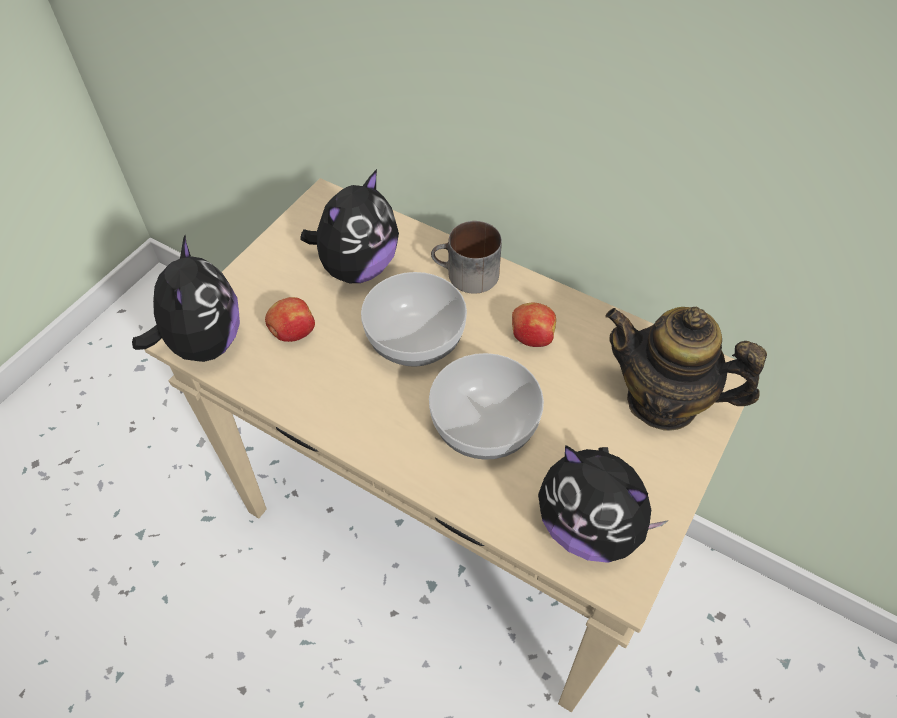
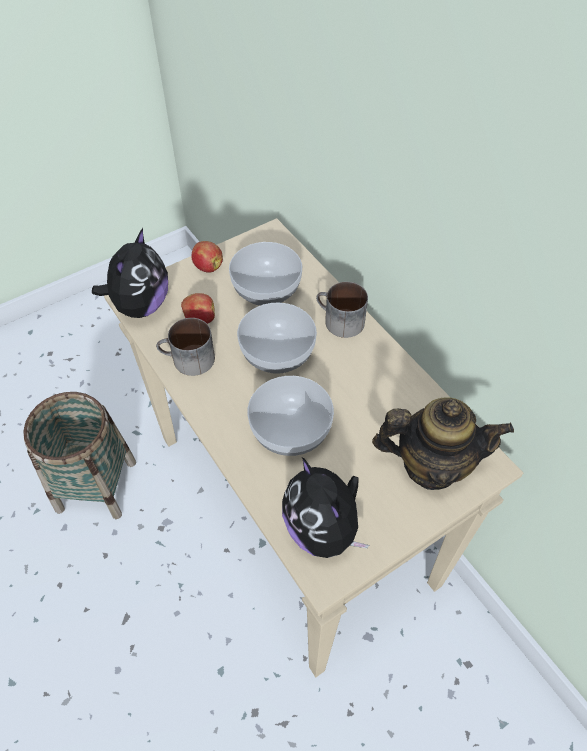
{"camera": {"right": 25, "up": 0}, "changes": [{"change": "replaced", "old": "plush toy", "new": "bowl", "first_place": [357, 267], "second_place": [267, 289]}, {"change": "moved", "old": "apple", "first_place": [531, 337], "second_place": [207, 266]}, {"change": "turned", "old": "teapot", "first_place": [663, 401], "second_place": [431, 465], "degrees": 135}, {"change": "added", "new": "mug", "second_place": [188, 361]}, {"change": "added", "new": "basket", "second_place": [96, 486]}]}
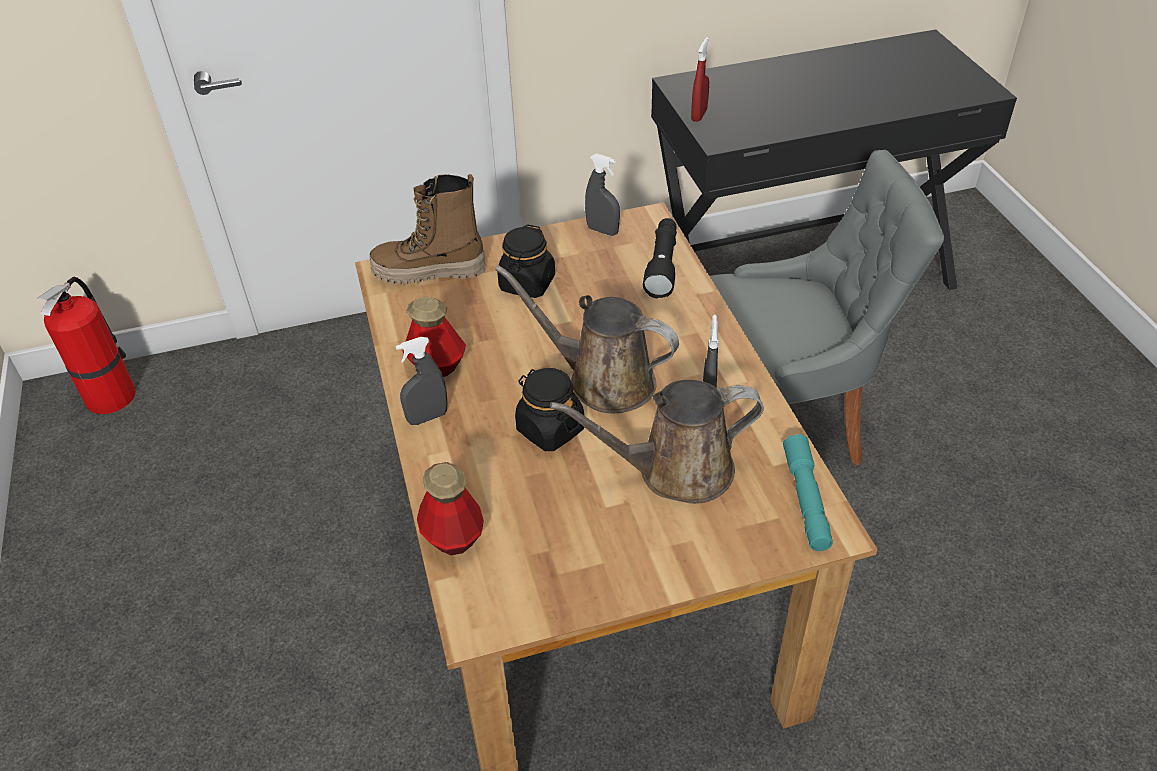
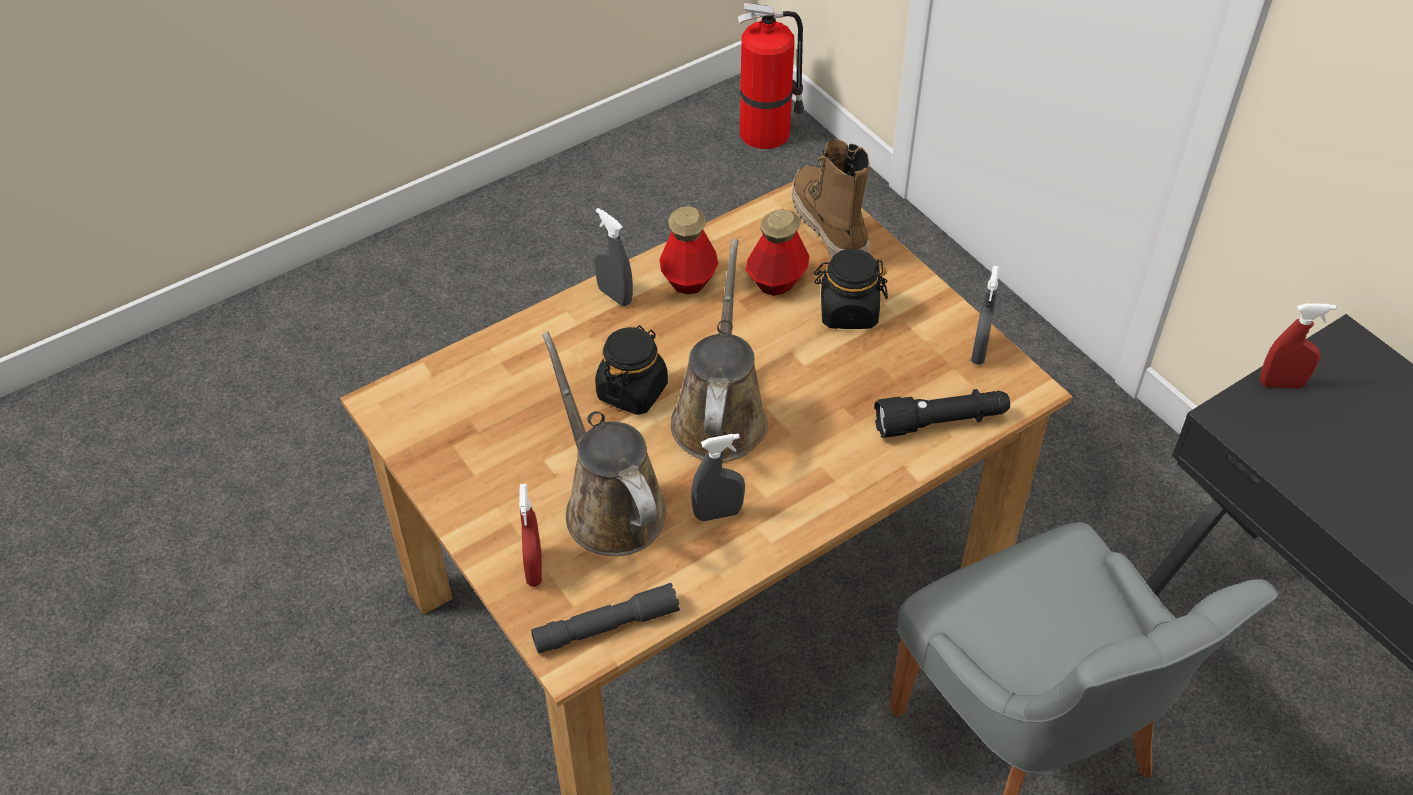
{"camera": {"right": 70, "up": 5}, "changes": [{"change": "recoloured", "old": "turquoise flashlight", "new": "grey flashlight", "first_place": [806, 499], "second_place": [606, 626]}, {"change": "moved", "old": "bottle", "first_place": [453, 537], "second_place": [776, 281]}, {"change": "added", "new": "red spray bottle", "second_place": [534, 569]}]}
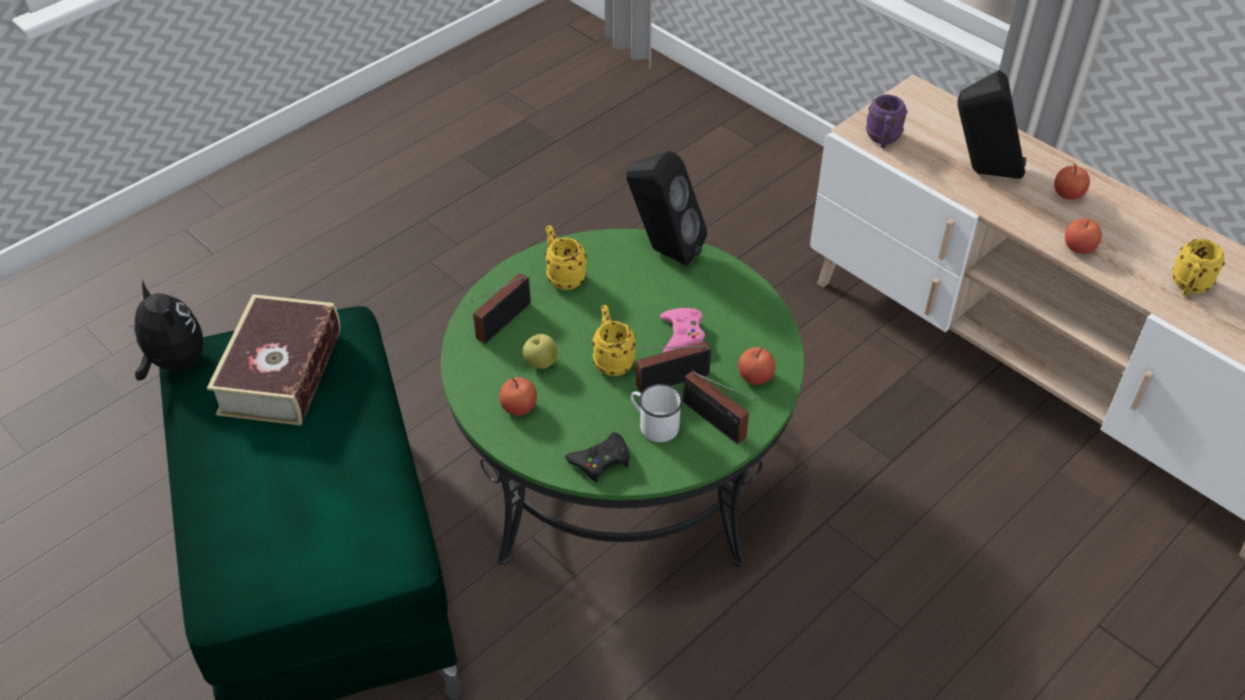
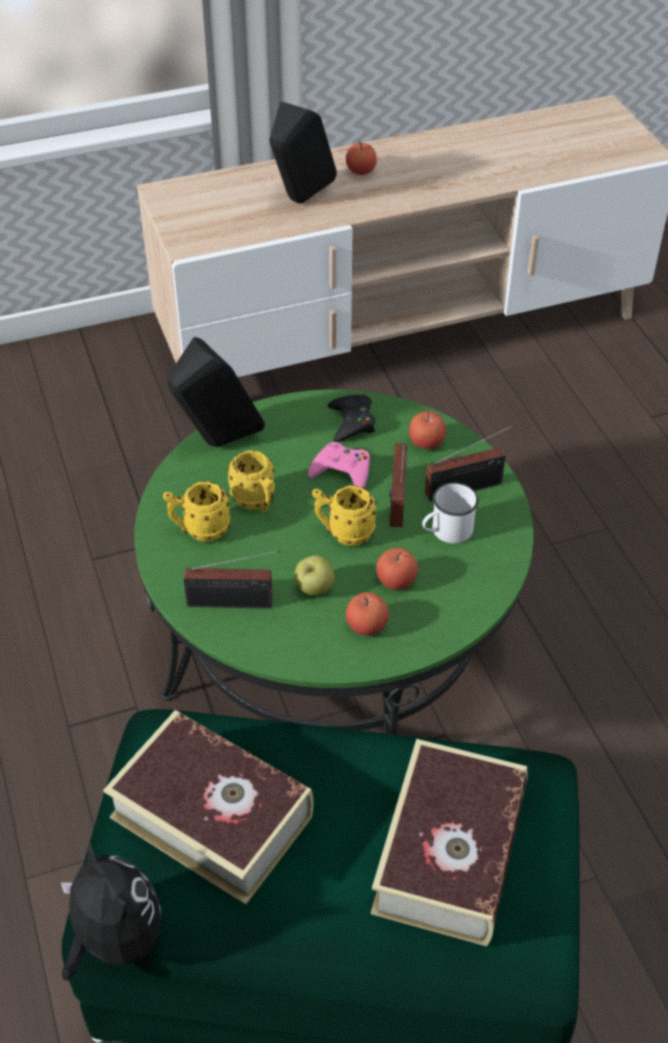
{"camera": {"right": -65, "up": 0}, "changes": [{"change": "removed", "old": "purple mug", "first_place": [883, 140]}, {"change": "moved", "old": "apple", "first_place": [1079, 247], "second_place": [396, 581]}, {"change": "moved", "old": "yellow mug", "first_place": [1188, 287], "second_place": [257, 503]}, {"change": "turned", "old": "radio", "first_place": [500, 323], "second_place": [235, 603], "degrees": -60}, {"change": "turned", "old": "plush toy", "first_place": [174, 363], "second_place": [114, 938], "degrees": 75}, {"change": "moved", "old": "black game controller", "first_place": [600, 460], "second_place": [351, 422]}, {"change": "added", "new": "book", "second_place": [449, 852]}]}
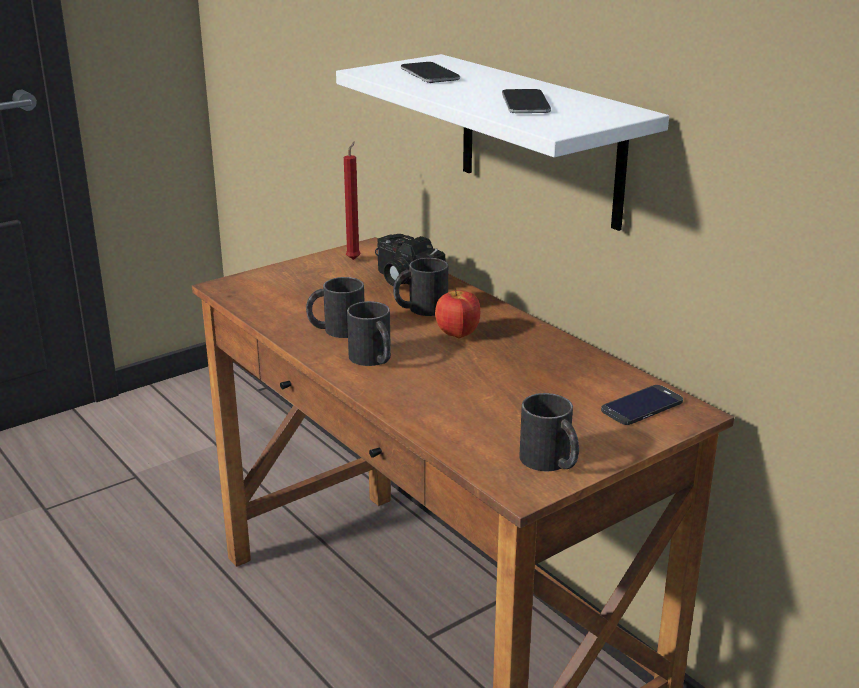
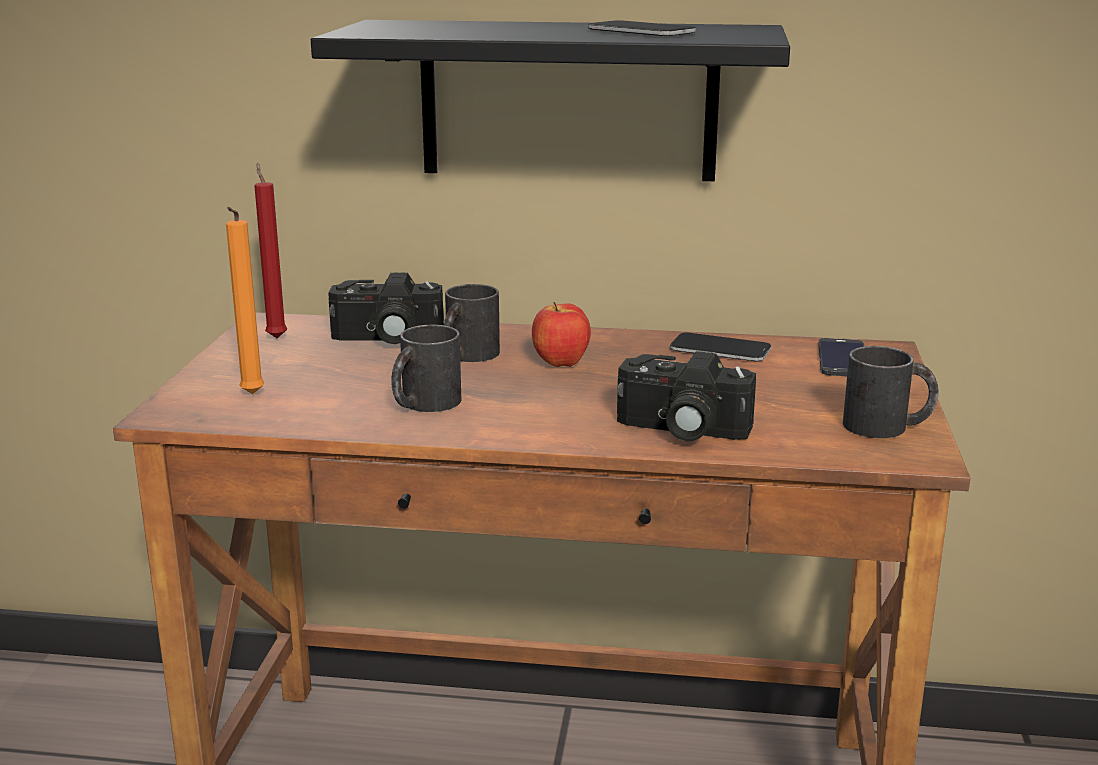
{"camera": {"right": -45, "up": -5}, "changes": [{"change": "recoloured", "old": "white shelf", "new": "black shelf", "first_place": [540, 140], "second_place": [568, 100]}, {"change": "moved", "old": "phone", "first_place": [429, 74], "second_place": [720, 350]}, {"change": "removed", "old": "black mug", "first_place": [374, 359]}, {"change": "added", "new": "orange candle", "second_place": [251, 395]}, {"change": "added", "new": "photo camera", "second_place": [680, 430]}]}
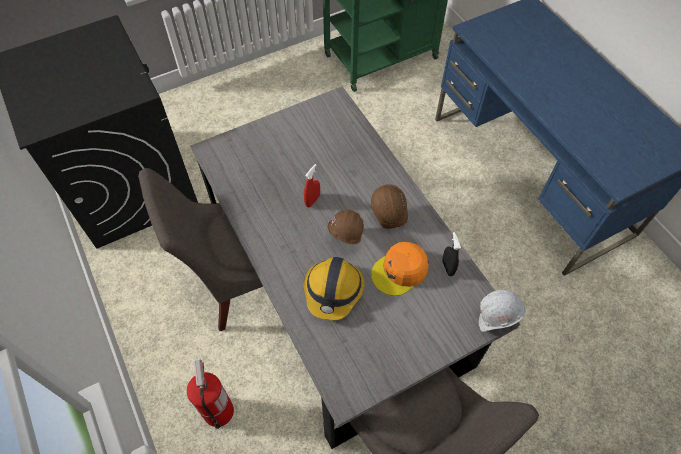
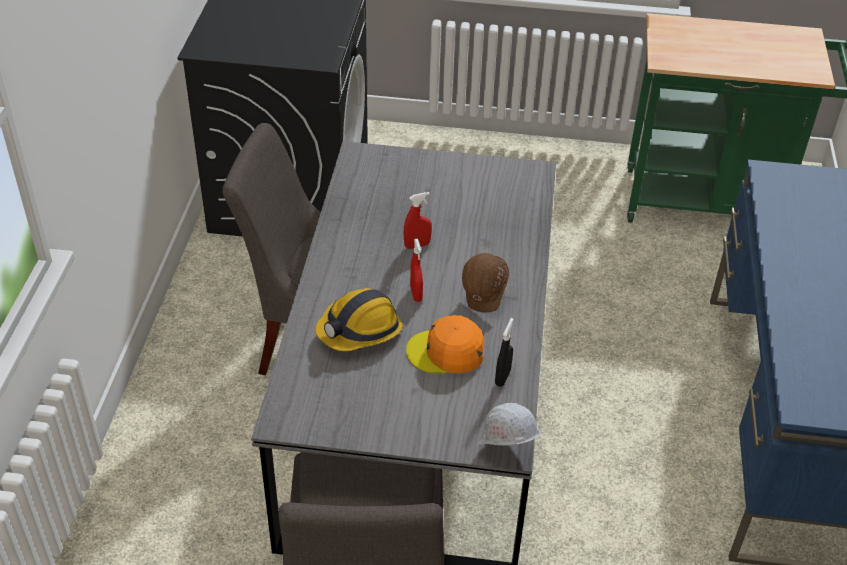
{"camera": {"right": 35, "up": -15}, "changes": [{"change": "replaced", "old": "brown hard hat", "new": "red spray bottle", "first_place": [344, 239], "second_place": [416, 294]}, {"change": "removed", "old": "fire extinguisher", "first_place": [218, 411]}]}
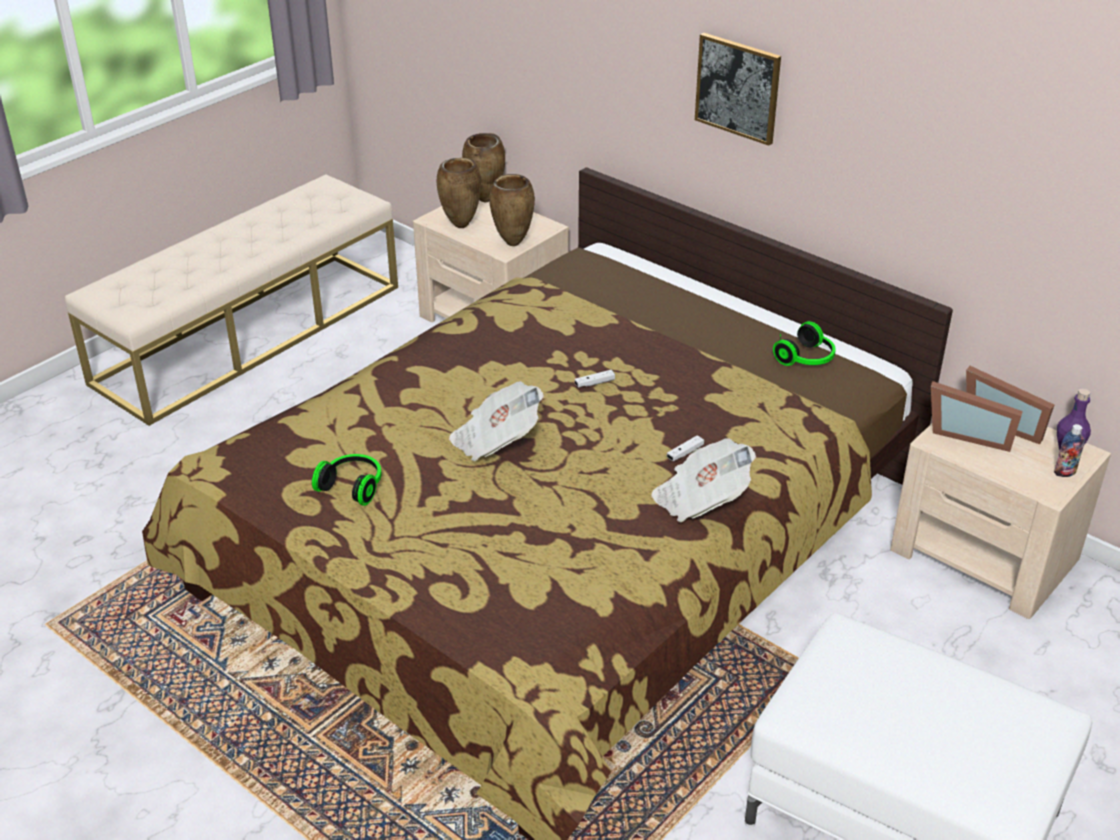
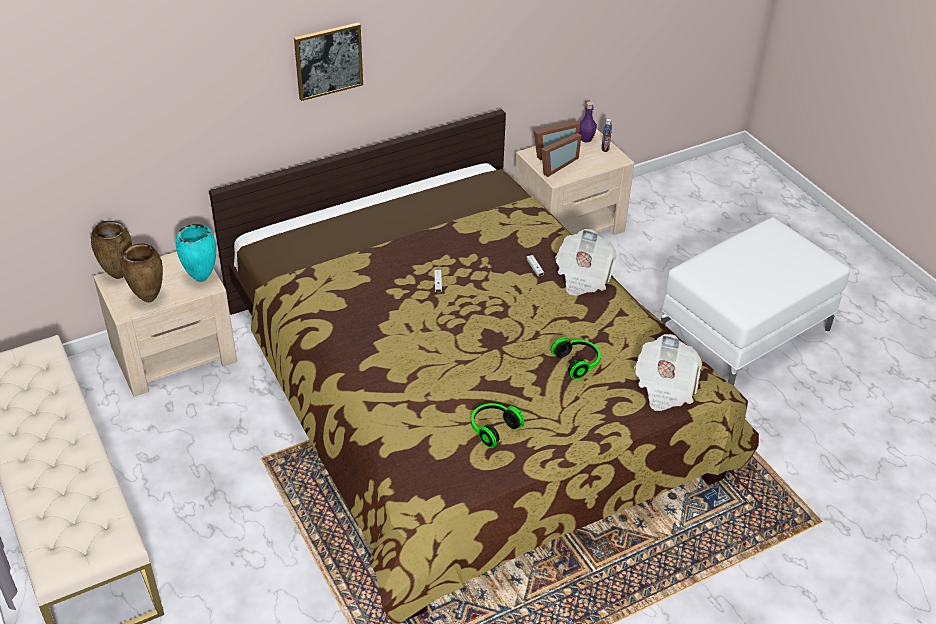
{"camera": {"right": -70, "up": 5}, "changes": [{"change": "recoloured", "old": "brown vase", "new": "turquoise vase", "first_place": [512, 243], "second_place": [201, 279]}, {"change": "moved", "old": "headphones", "first_place": [807, 359], "second_place": [578, 363]}, {"change": "moved", "old": "newspaper", "first_place": [496, 440], "second_place": [665, 387]}]}
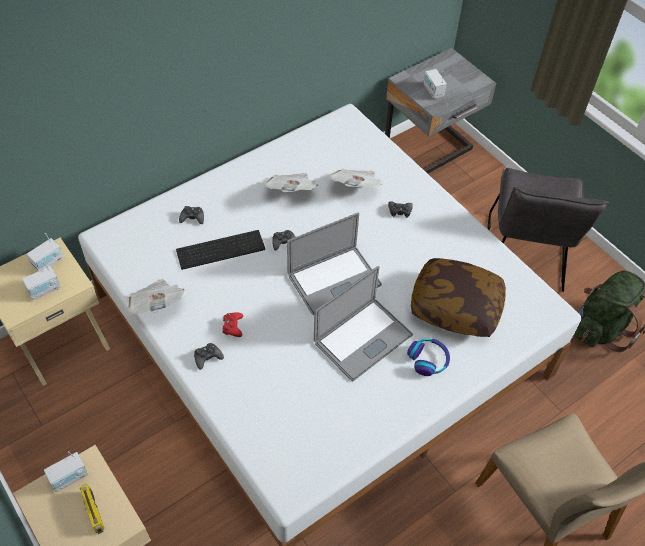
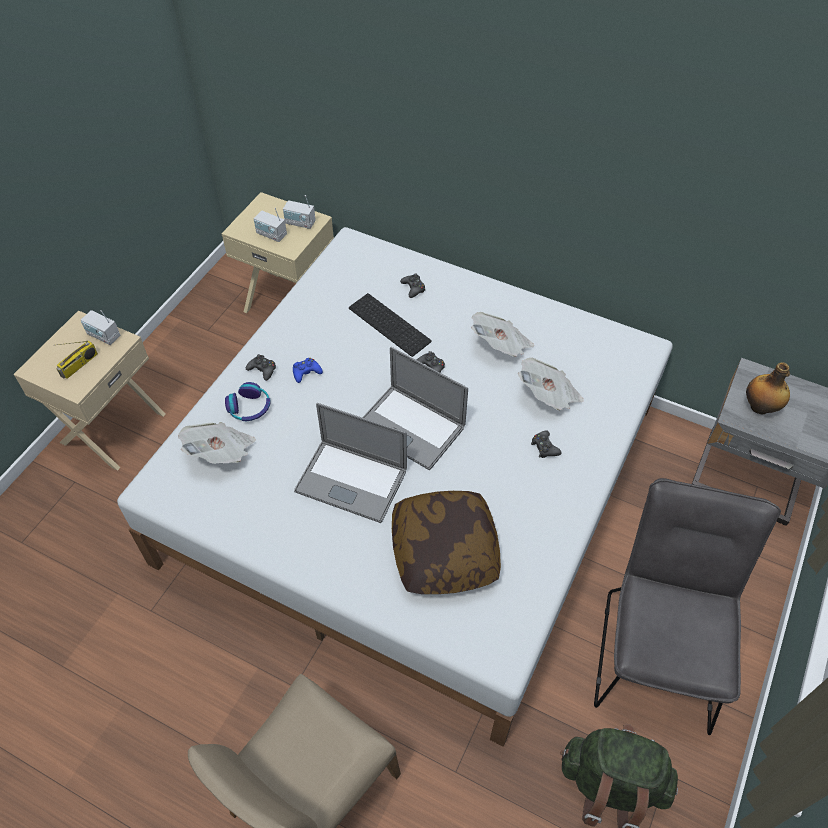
{"camera": {"right": 65, "up": 0}, "changes": [{"change": "replaced", "old": "radio", "new": "bottle", "first_place": [433, 91], "second_place": [760, 407]}, {"change": "turned", "old": "grey chair", "first_place": [524, 258], "second_place": [657, 649], "degrees": 120}, {"change": "moved", "old": "newspaper", "first_place": [157, 305], "second_place": [221, 452]}, {"change": "recoloured", "old": "red game controller", "new": "blue game controller", "first_place": [232, 326], "second_place": [306, 372]}, {"change": "moved", "old": "headphones", "first_place": [428, 360], "second_place": [249, 408]}]}
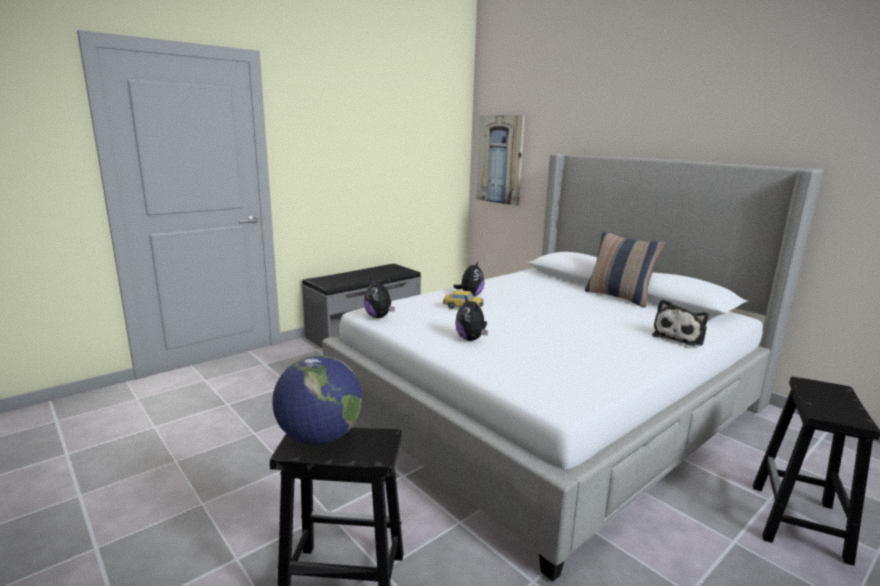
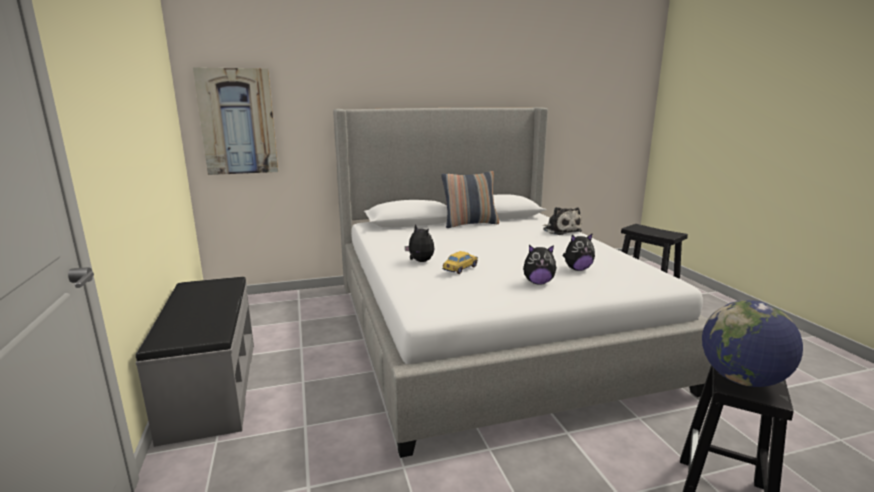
{"camera": {"right": -65, "up": 0}, "changes": [{"change": "moved", "old": "plush toy", "first_place": [379, 316], "second_place": [577, 269]}]}
